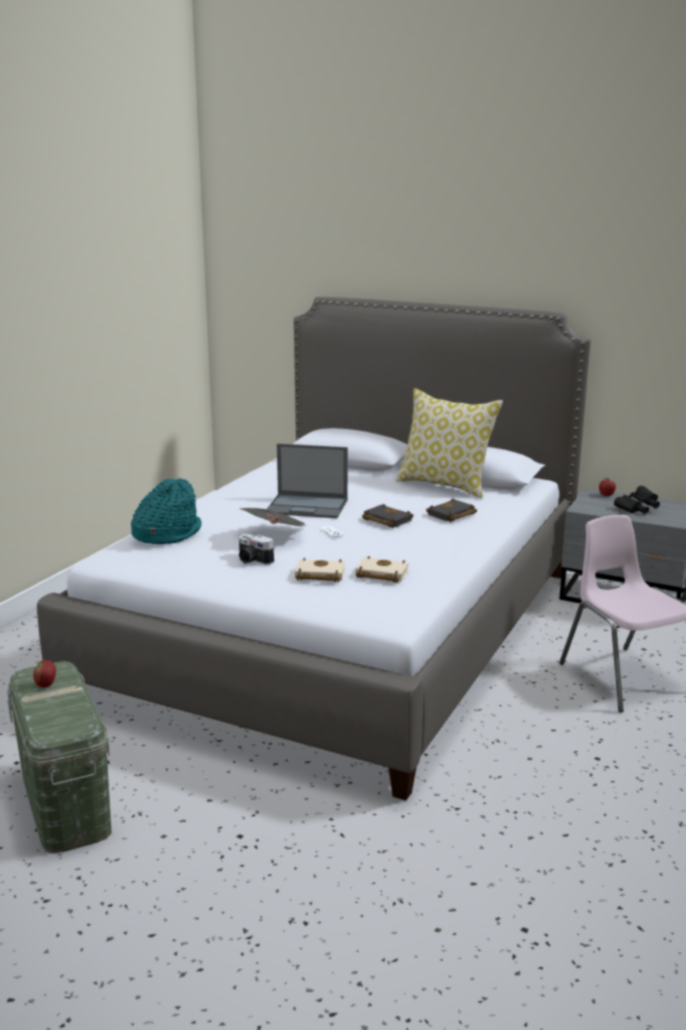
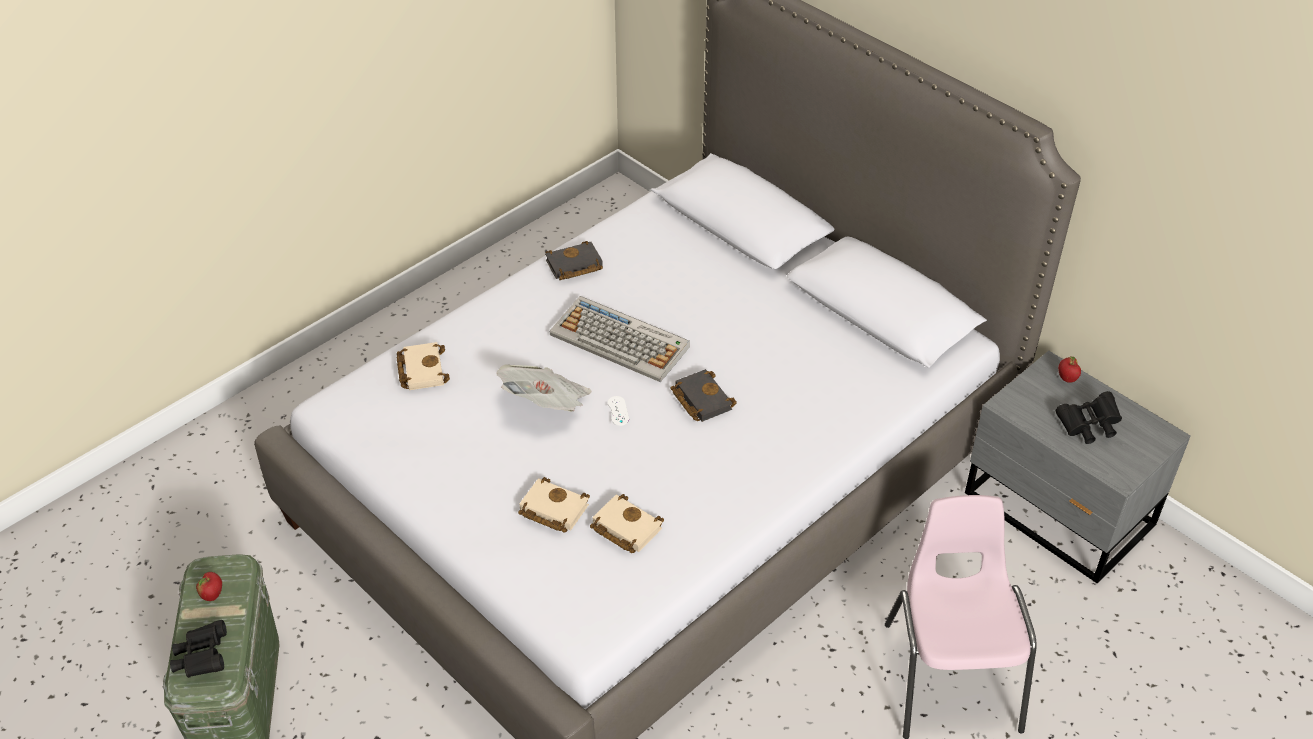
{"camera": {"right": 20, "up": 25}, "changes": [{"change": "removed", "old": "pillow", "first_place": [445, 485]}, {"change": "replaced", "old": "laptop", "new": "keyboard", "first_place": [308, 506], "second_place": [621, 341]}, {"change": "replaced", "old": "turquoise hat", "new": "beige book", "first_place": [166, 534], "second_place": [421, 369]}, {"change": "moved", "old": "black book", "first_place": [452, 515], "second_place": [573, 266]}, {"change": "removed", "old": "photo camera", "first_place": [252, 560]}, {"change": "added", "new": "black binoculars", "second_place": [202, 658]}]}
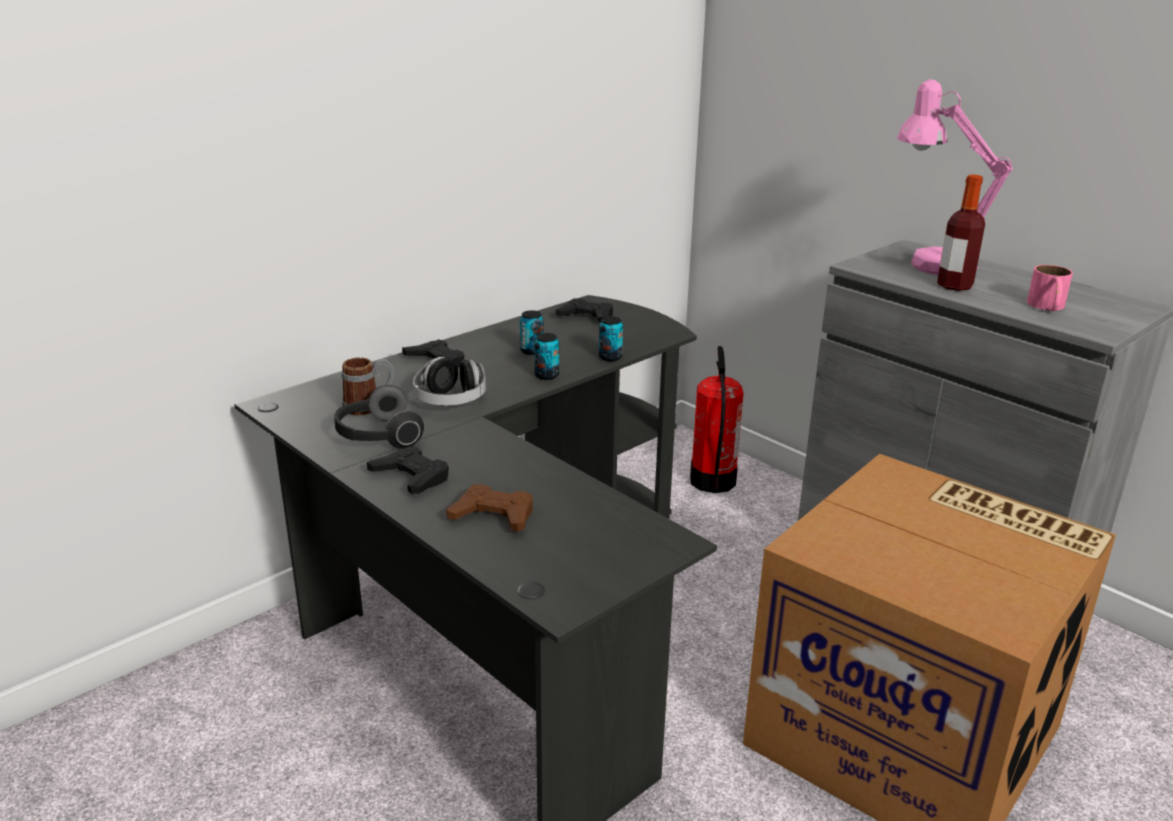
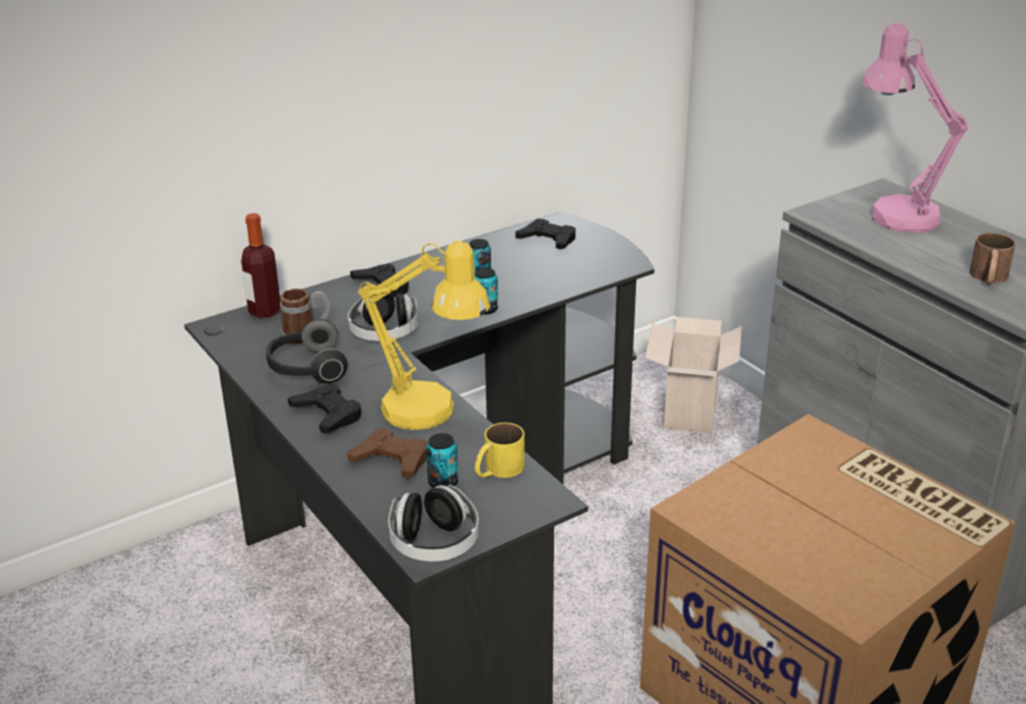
{"camera": {"right": 10, "up": 5}, "changes": [{"change": "moved", "old": "bottle", "first_place": [954, 286], "second_place": [265, 311]}, {"change": "recoloured", "old": "pink mug", "new": "brown mug", "first_place": [1047, 307], "second_place": [988, 278]}, {"change": "moved", "old": "can", "first_place": [610, 357], "second_place": [443, 482]}, {"change": "replaced", "old": "fire extinguisher", "new": "cardboard box", "first_place": [712, 481], "second_place": [688, 410]}, {"change": "added", "new": "yellow table lamp", "second_place": [432, 414]}, {"change": "added", "new": "yellow mug", "second_place": [497, 470]}, {"change": "added", "new": "headphones", "second_place": [434, 543]}]}
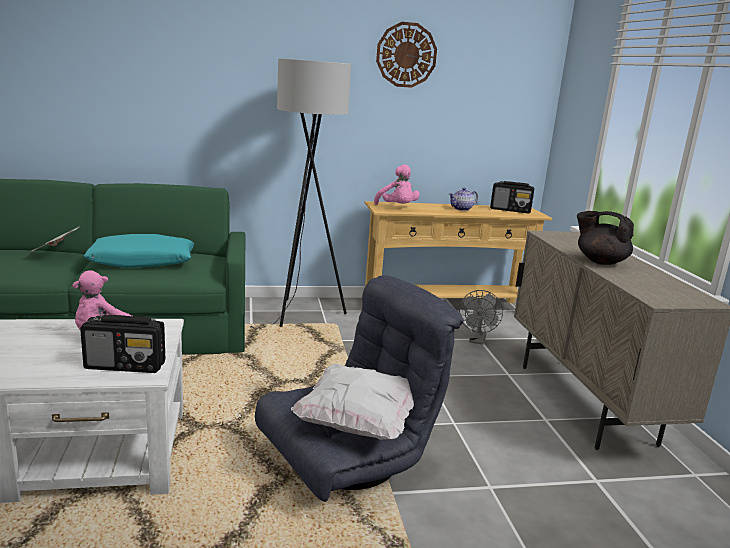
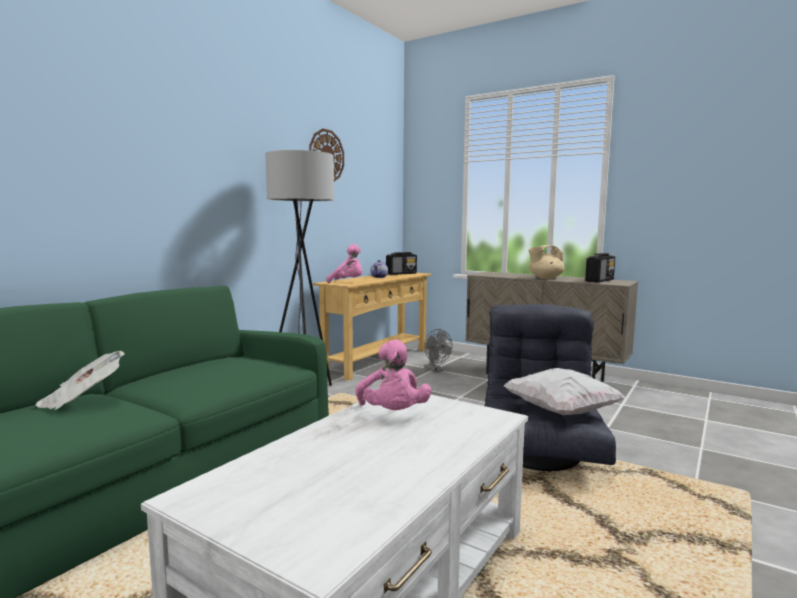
{"camera": {"right": -45, "up": -10}, "changes": [{"change": "recoloured", "old": "black teapot", "new": "beige teapot", "first_place": [600, 261], "second_place": [545, 278]}, {"change": "removed", "old": "turquoise pillow", "first_place": [142, 262]}, {"change": "moved", "old": "radio", "first_place": [126, 366], "second_place": [599, 280]}]}
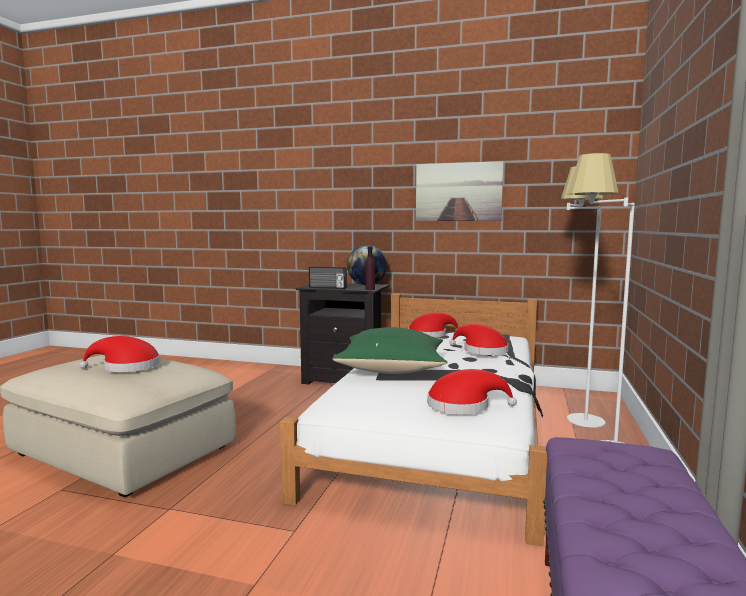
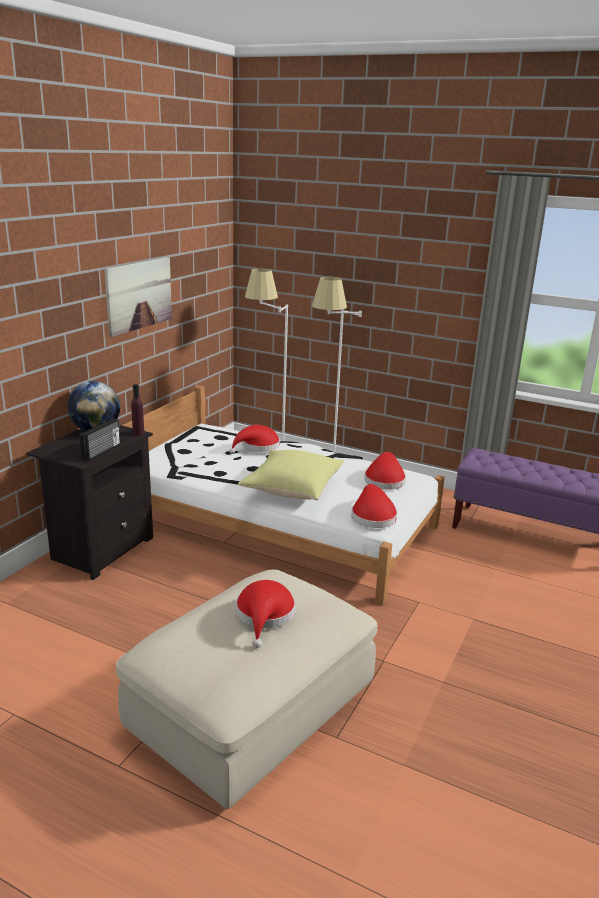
{"camera": {"right": -80, "up": 15}, "changes": [{"change": "moved", "old": "red hat", "first_place": [430, 335], "second_place": [372, 516]}, {"change": "recoloured", "old": "green pillow", "new": "yellow pillow", "first_place": [393, 370], "second_place": [292, 489]}]}
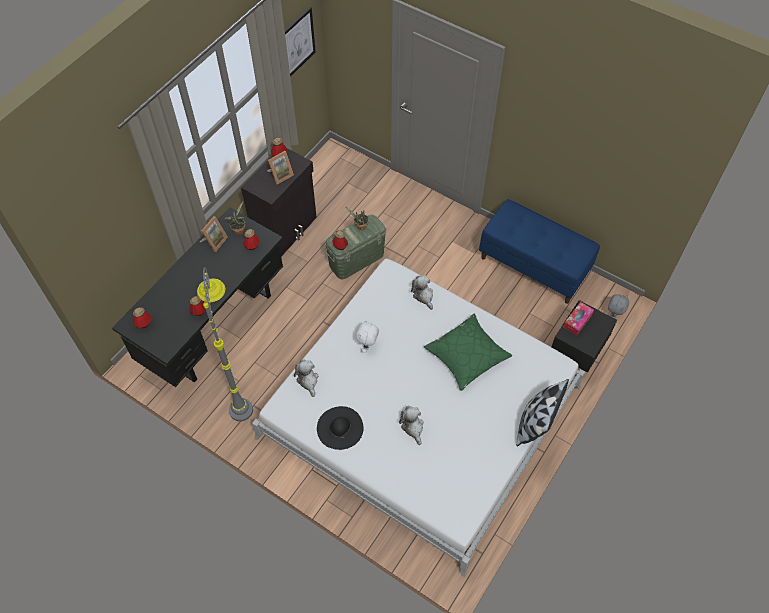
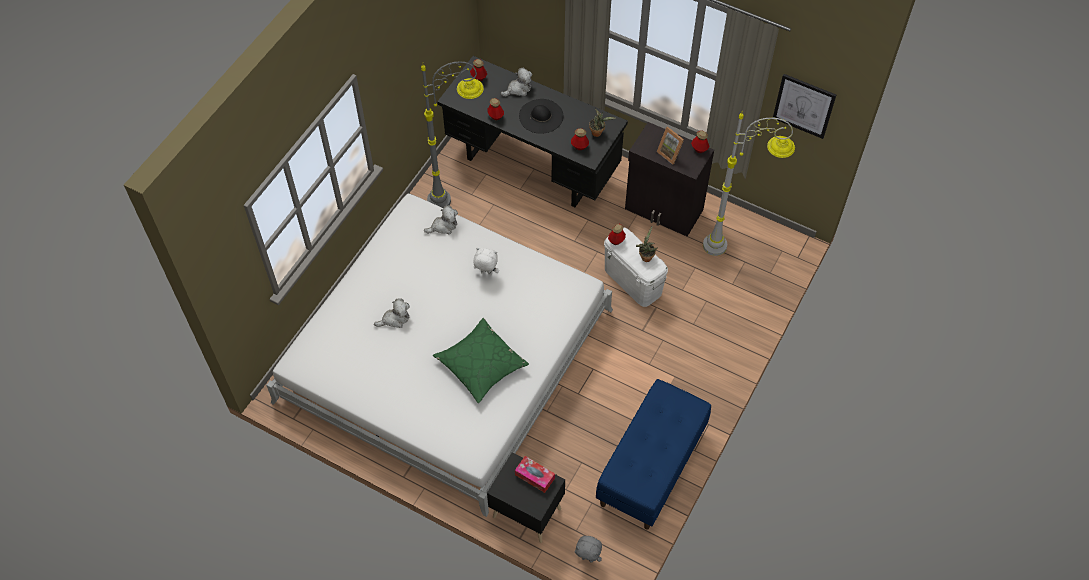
{"camera": {"right": 85, "up": 0}, "changes": [{"change": "recoloured", "old": "green storage box", "new": "white storage box", "first_place": [356, 260], "second_place": [632, 281]}, {"change": "removed", "old": "picture frame", "first_place": [214, 241]}, {"change": "moved", "old": "plush toy", "first_place": [423, 295], "second_place": [518, 89]}, {"change": "removed", "old": "pillow", "first_place": [535, 423]}, {"change": "moved", "old": "black hat", "first_place": [340, 428], "second_place": [541, 116]}, {"change": "added", "new": "grey floor lamp", "second_place": [735, 246]}]}
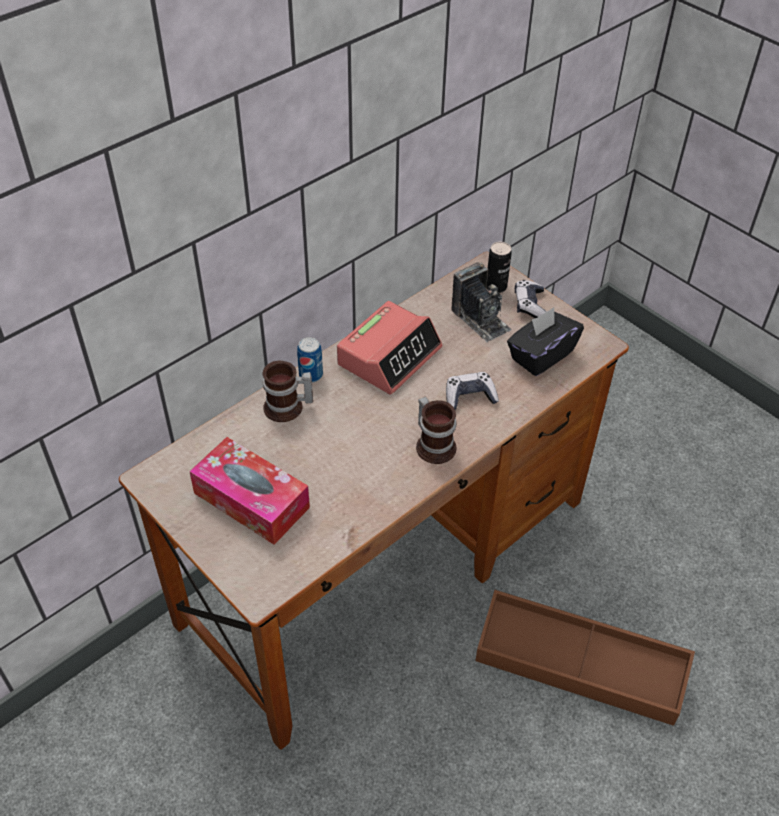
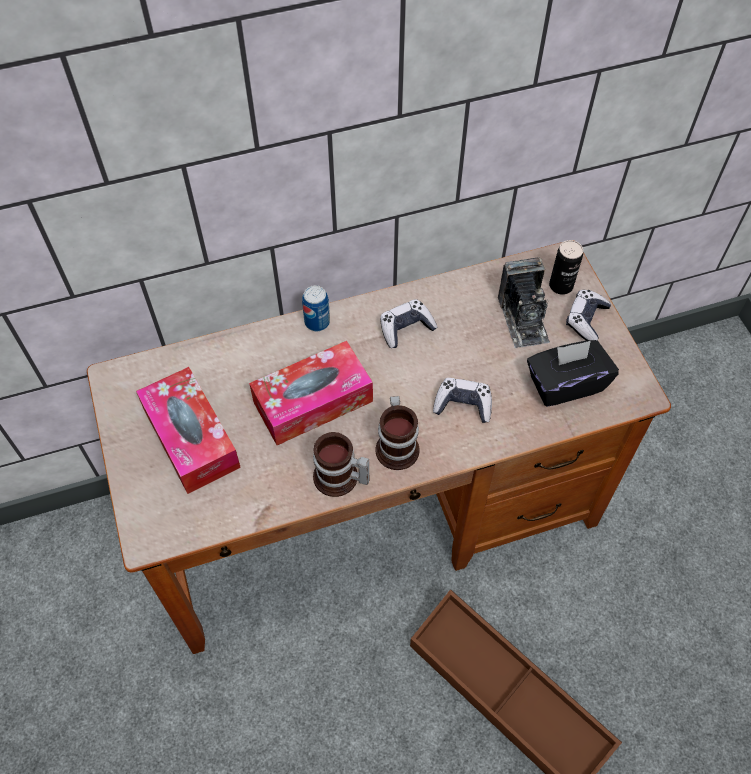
{"camera": {"right": 25, "up": 10}, "changes": [{"change": "replaced", "old": "alarm clock", "new": "game controller", "first_place": [389, 356], "second_place": [406, 328]}, {"change": "moved", "old": "mug", "first_place": [287, 408], "second_place": [339, 479]}, {"change": "added", "new": "tissue box", "second_place": [313, 402]}]}
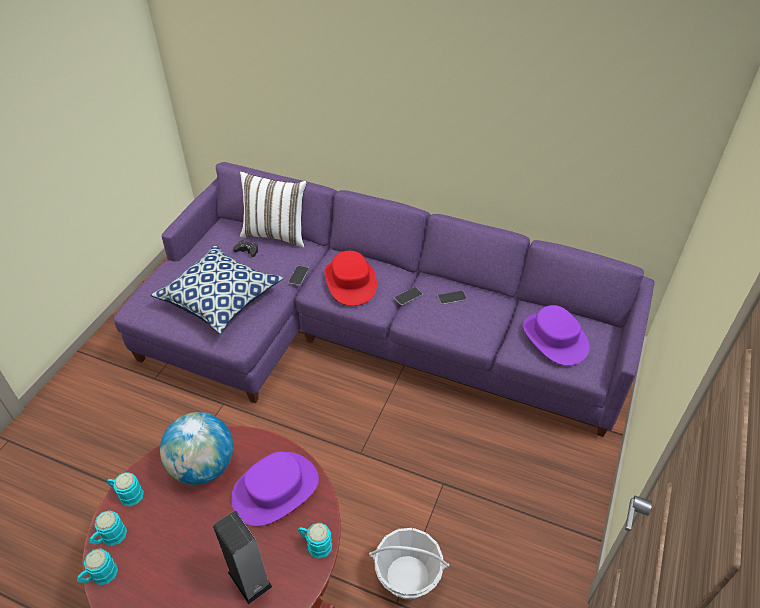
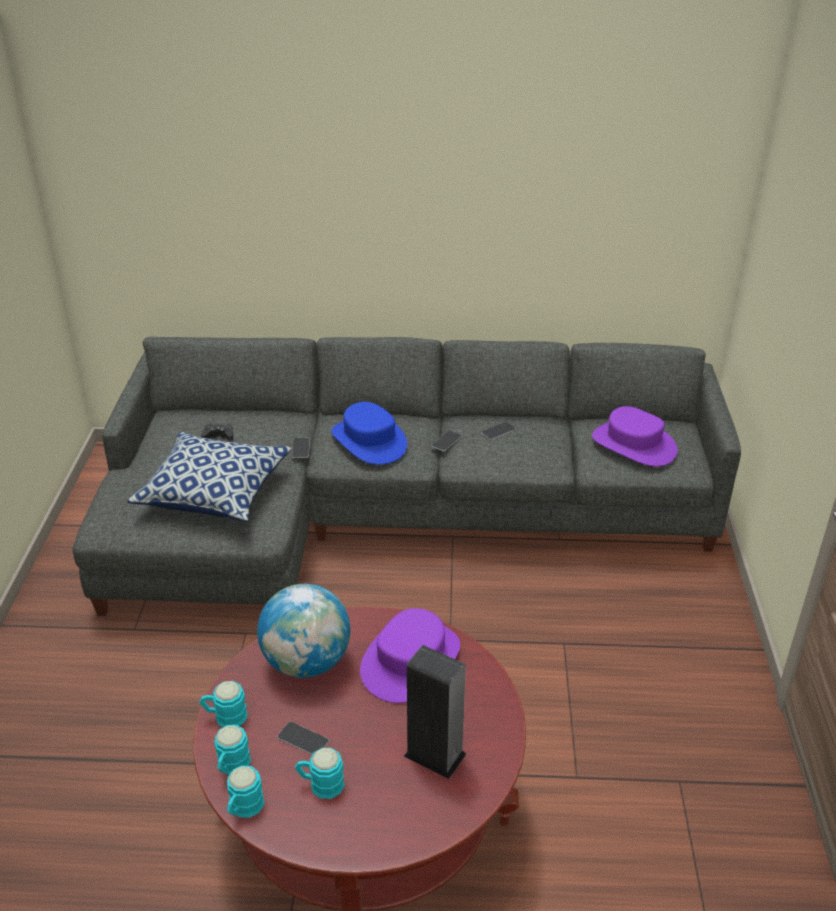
{"camera": {"right": -20, "up": -10}, "changes": [{"change": "recoloured", "old": "purple sofa", "new": "grey sofa", "first_place": [365, 331], "second_place": [385, 513]}, {"change": "removed", "old": "white pillow", "first_place": [276, 234]}, {"change": "recoloured", "old": "red hat", "new": "blue hat", "first_place": [350, 281], "second_place": [369, 441]}, {"change": "moved", "old": "turquoise mug", "first_place": [315, 544], "second_place": [320, 784]}, {"change": "removed", "old": "basket", "first_place": [407, 576]}, {"change": "added", "new": "phone", "second_place": [303, 739]}]}
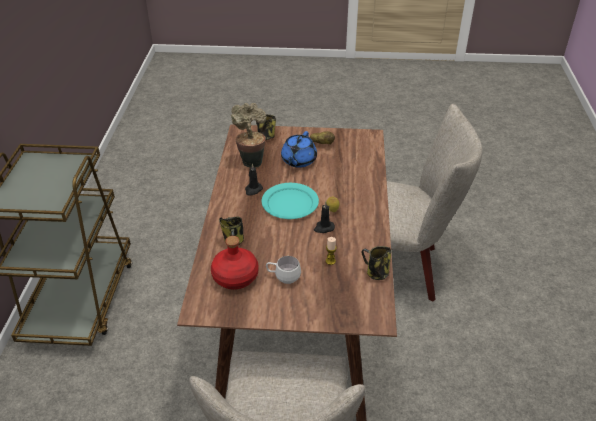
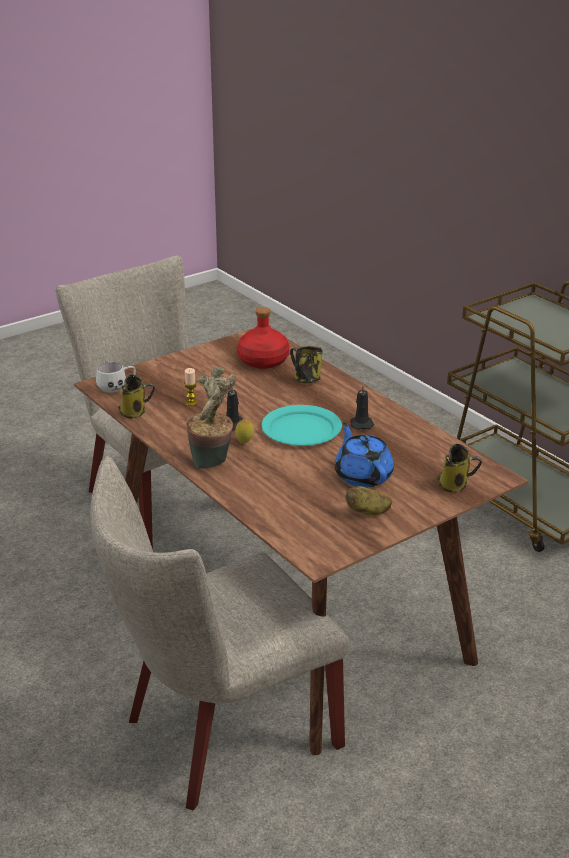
{"camera": {"right": 140, "up": -10}, "changes": [{"change": "moved", "old": "potted plant", "first_place": [251, 161], "second_place": [213, 463]}, {"change": "moved", "old": "white mug", "first_place": [283, 277], "second_place": [117, 388]}]}
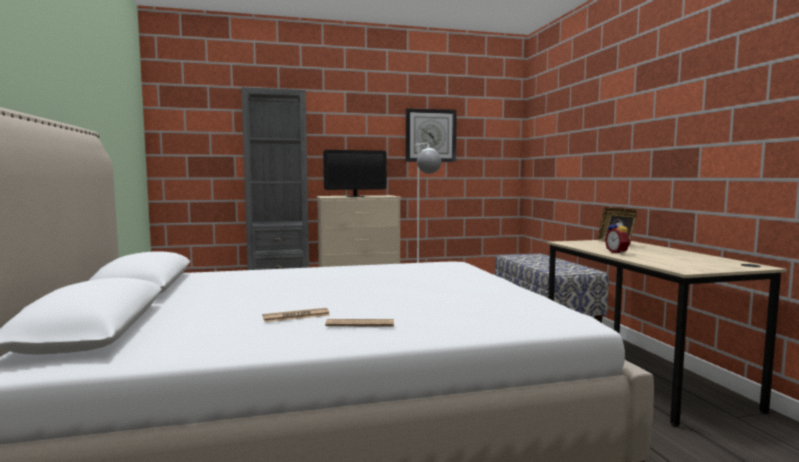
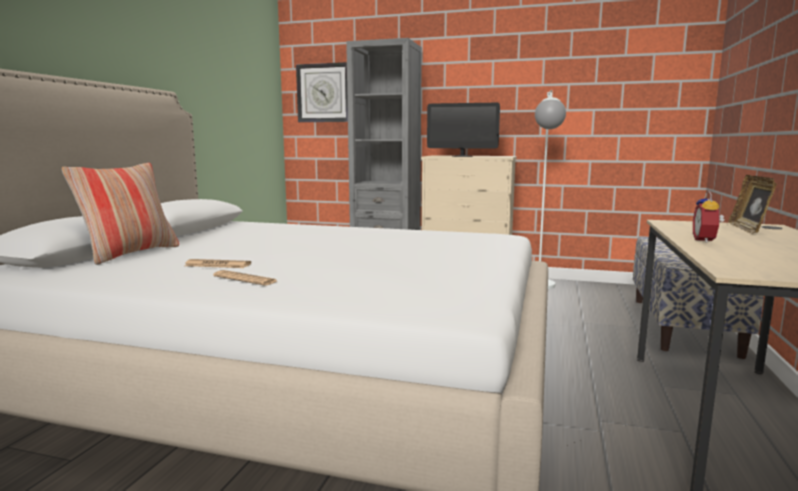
{"camera": {"right": 30, "up": 5}, "changes": [{"change": "moved", "old": "wall clock", "first_place": [430, 135], "second_place": [324, 93]}, {"change": "added", "new": "pillow", "second_place": [130, 253]}]}
